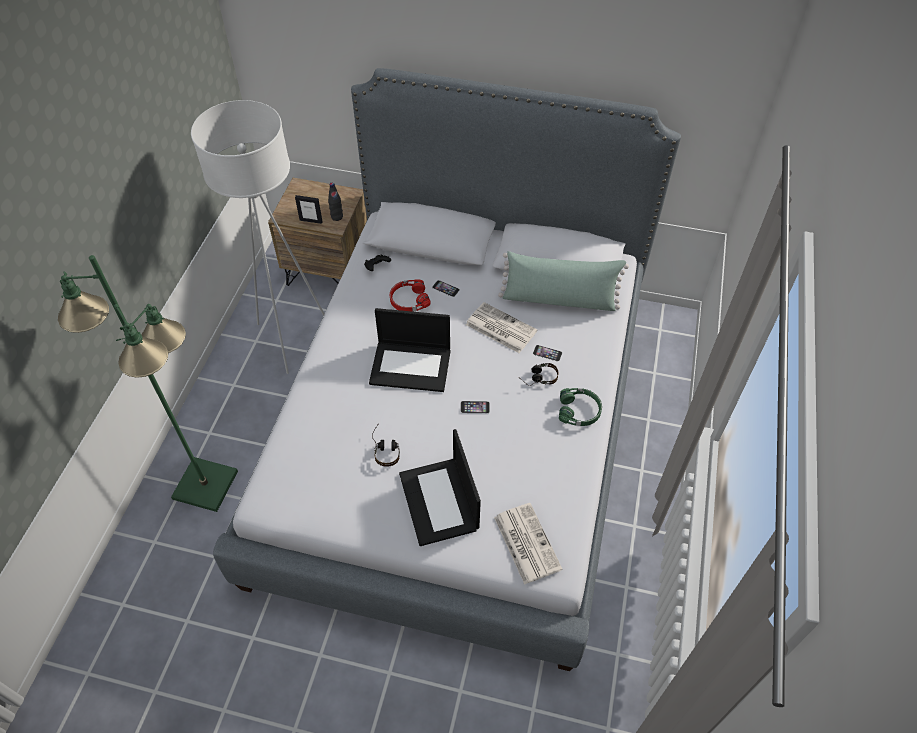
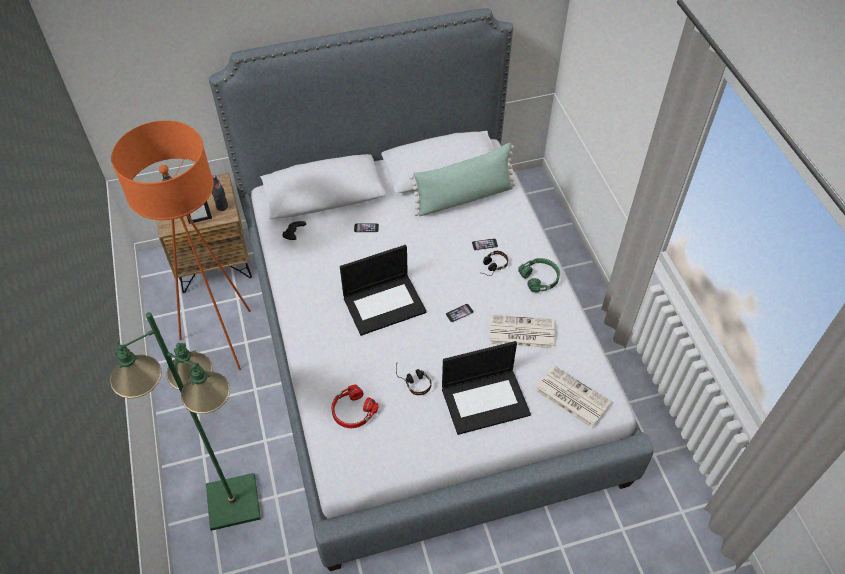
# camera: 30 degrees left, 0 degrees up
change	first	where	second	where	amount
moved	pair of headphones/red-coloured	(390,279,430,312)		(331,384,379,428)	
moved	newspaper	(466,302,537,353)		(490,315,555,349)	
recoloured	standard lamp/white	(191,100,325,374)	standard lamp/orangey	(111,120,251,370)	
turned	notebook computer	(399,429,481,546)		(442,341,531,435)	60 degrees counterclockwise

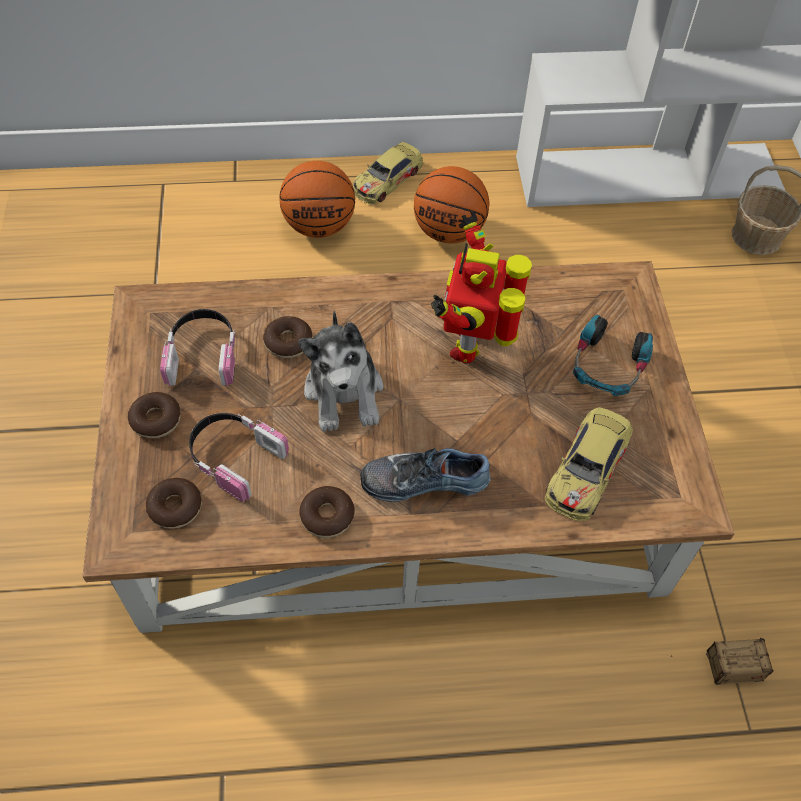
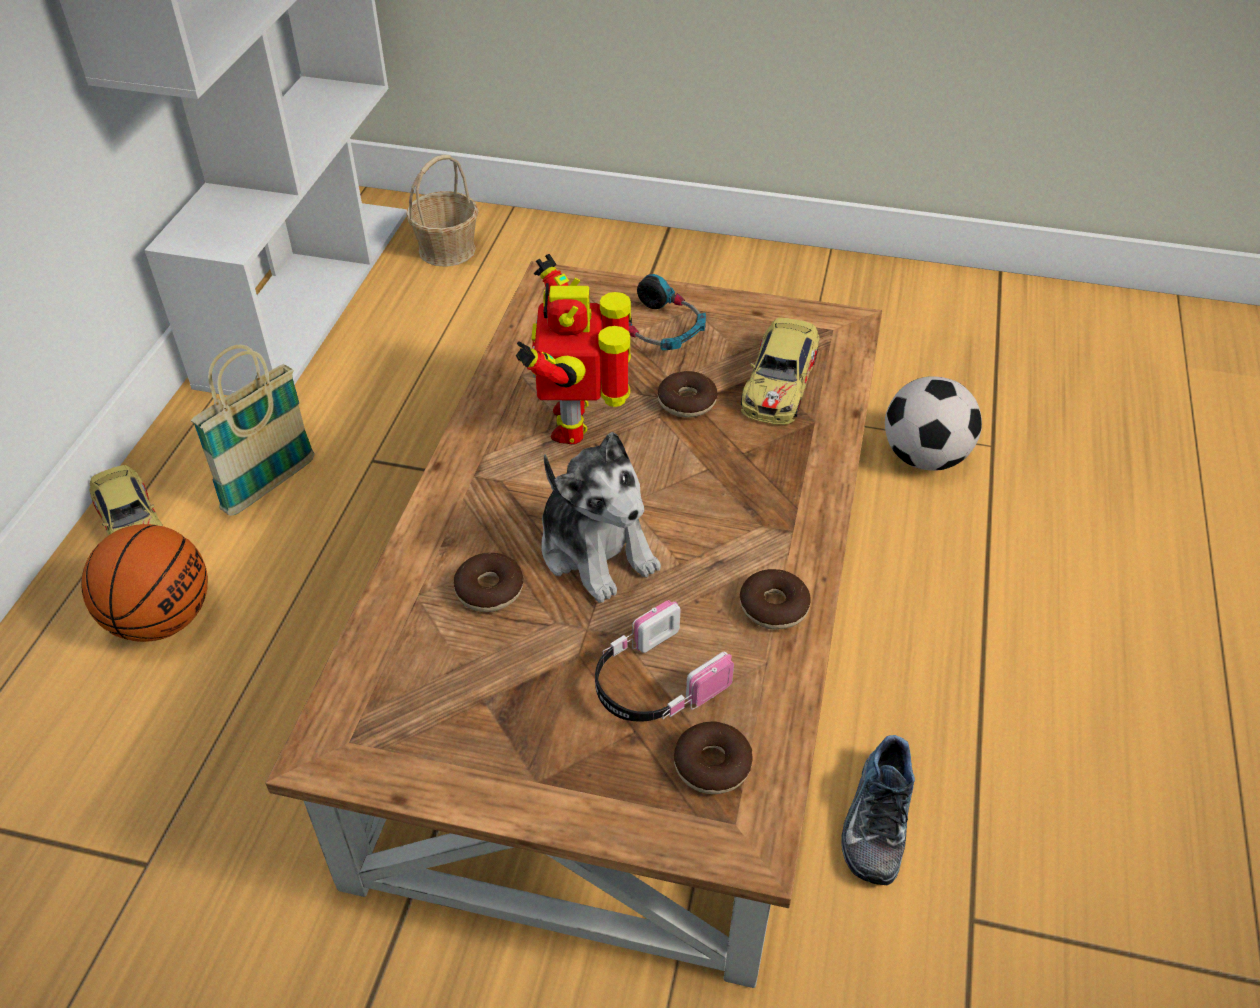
# camera: 70 degrees left, 10 degrees down
change	first	where	second	where	amount
removed	pair of headphones	(160,309,235,387)			
moved	ring doughnut	(128,392,181,438)		(658,371,718,418)	
moved	item of footwear	(360,448,490,502)		(841,735,915,885)	
replaced	ball for basketball	(414,166,489,243)	household basket	(191,345,315,516)	
replaced	storage container	(670,638,773,685)	ball for football	(885,376,982,471)	
turned	cuddly toy	(298,311,383,432)		(541,432,661,603)	45 degrees clockwise
turned	model robot	(431,211,532,363)		(516,254,631,444)	60 degrees clockwise
turned	miniature car	(545,407,633,521)		(741,318,819,425)	60 degrees clockwise

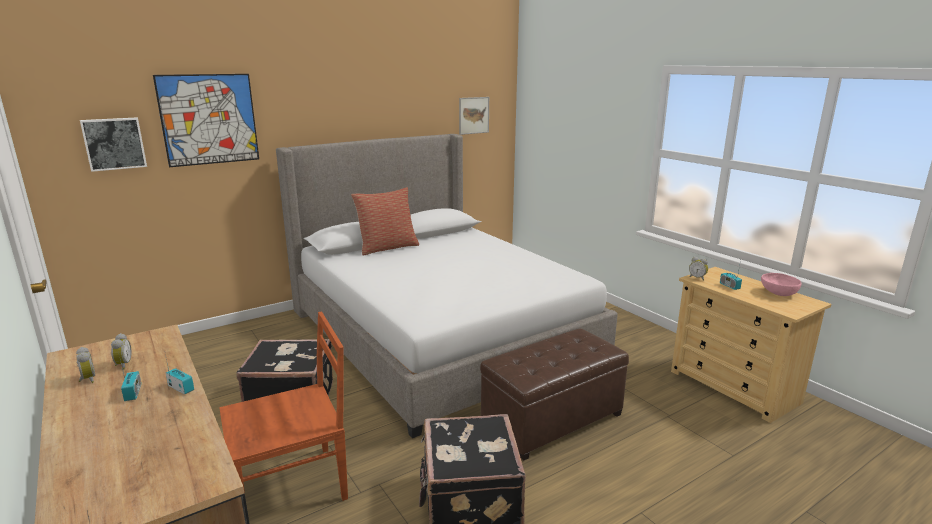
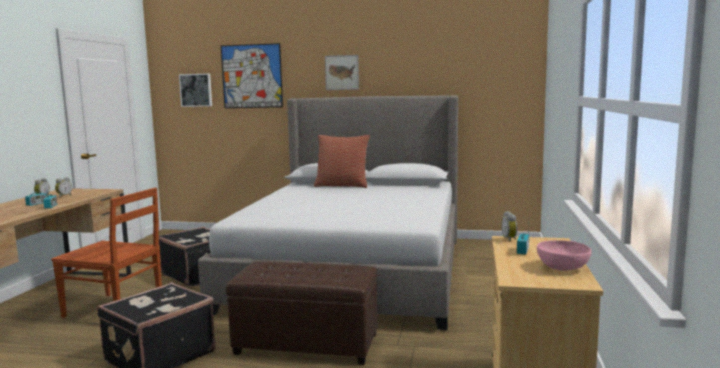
# camera: 45 degrees right, 10 degrees down
change	first	where	second	where	amount
moved	wall picture	(459,97,489,135)		(325,55,359,90)	

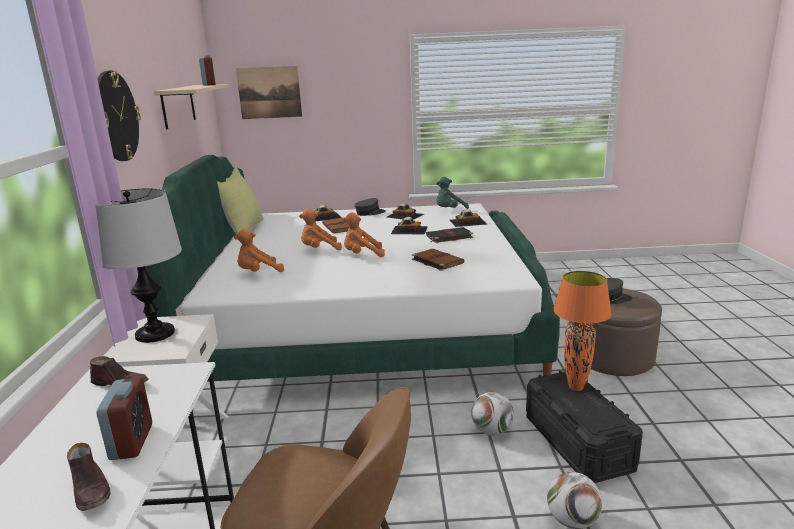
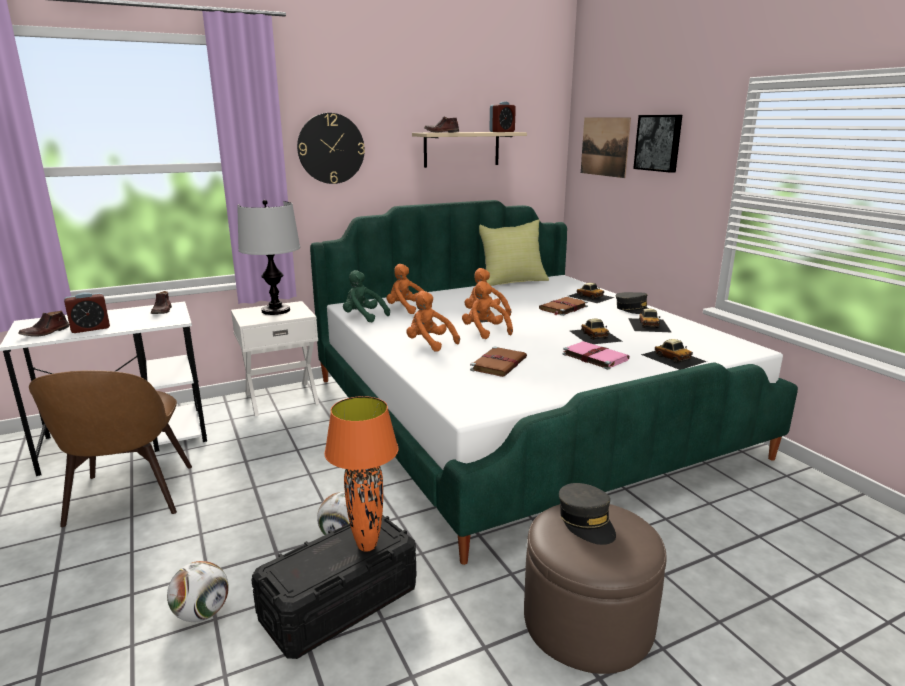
# camera: 65 degrees right, 0 degrees up
change	first	where	second	where	amount
added			cuddly toy/orangey	(406,291,460,352)	
added			item of footwear/brown	(424,116,459,133)	
added			wall picture	(633,115,682,173)	
moved	cuddly toy/green	(437,177,469,209)		(343,270,390,322)	
recoloured	book/blackish	(426,227,473,243)	book/pink-coloured	(563,341,630,370)	

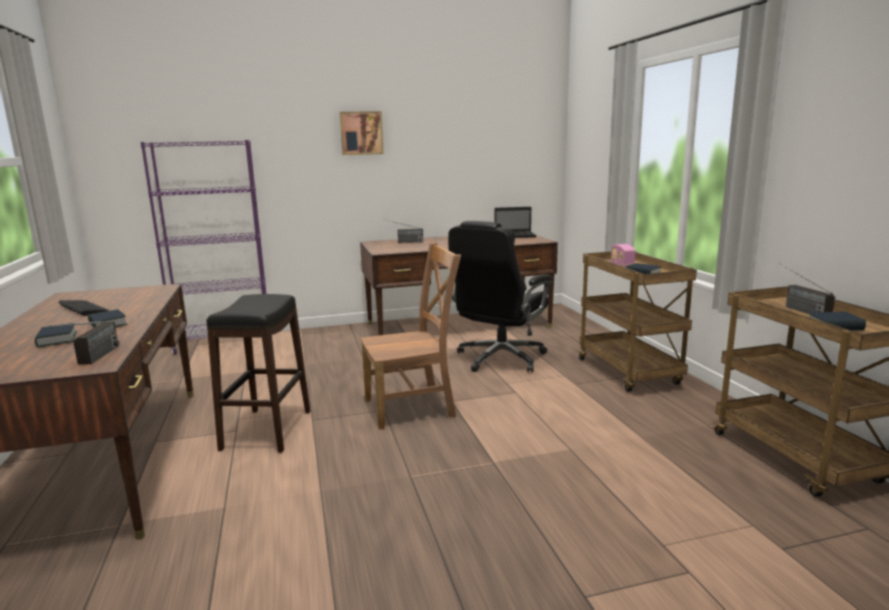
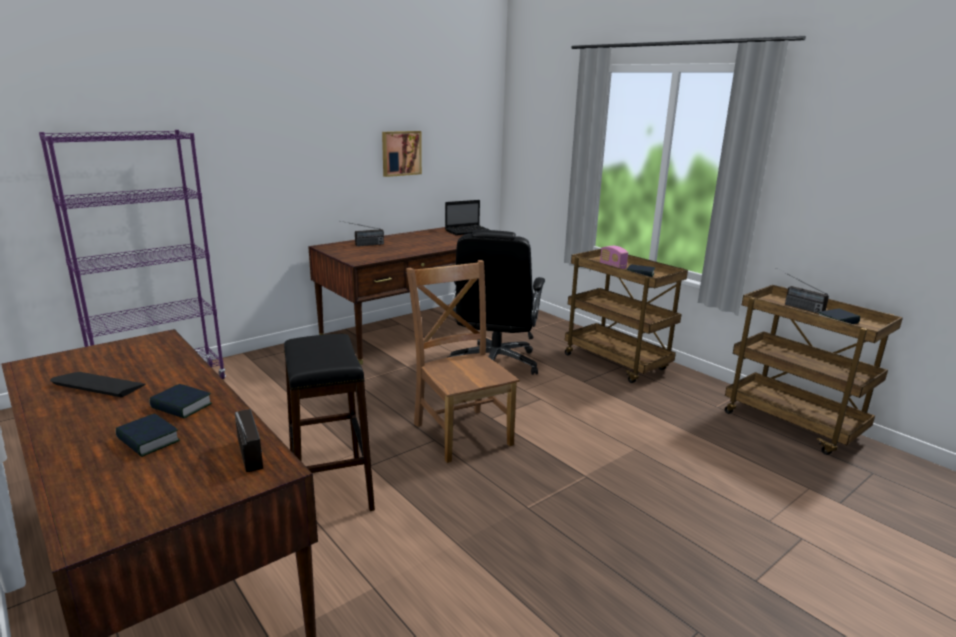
# camera: 25 degrees left, 5 degrees up
change	first	where	second	where	amount
moved	wall picture	(340,111,384,155)		(382,131,422,177)	
turned	upright chair/brown	(361,243,461,430)		(406,260,519,463)	75 degrees counterclockwise

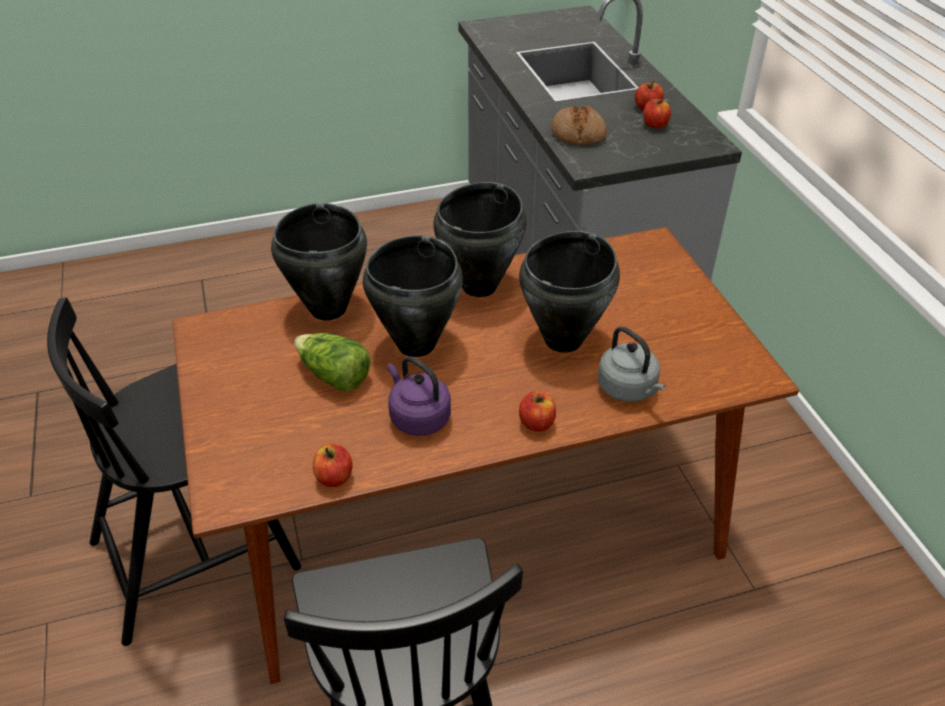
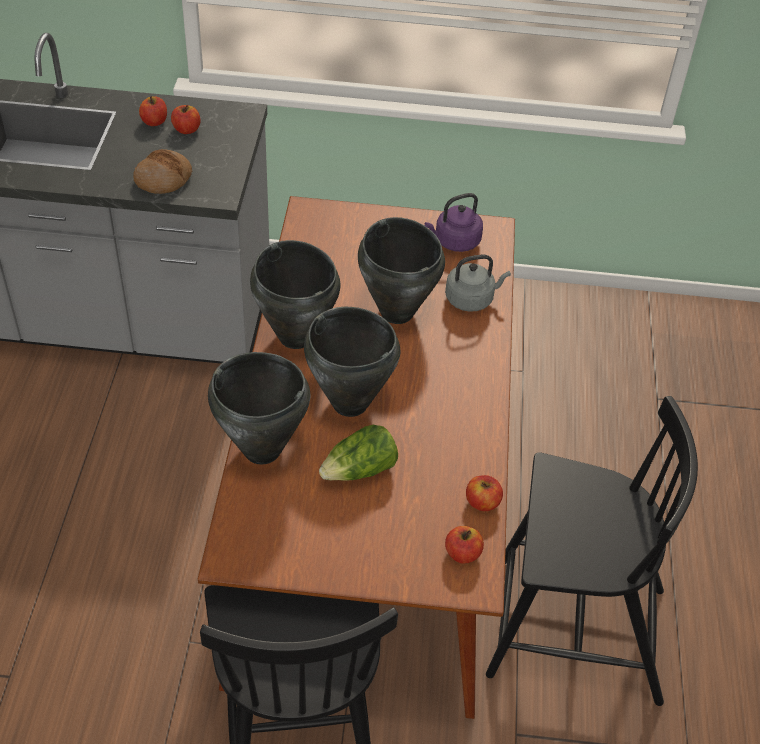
# camera: 70 degrees left, 5 degrees up
change	first	where	second	where	amount
moved	water kettle/purple-coloured	(387,356,451,436)		(425,193,483,252)	
moved	apple	(519,391,556,432)		(445,526,484,564)	

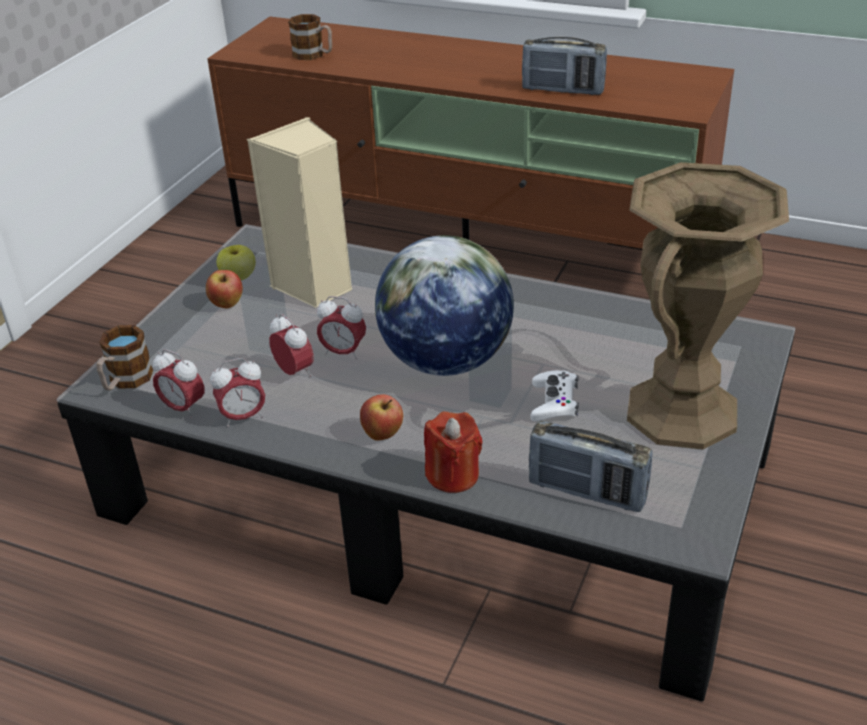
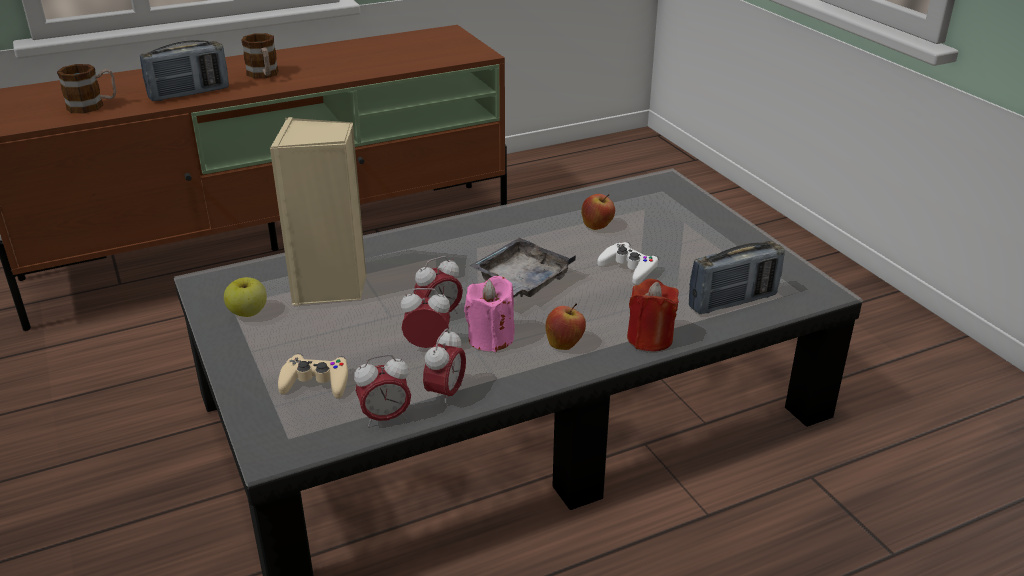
# camera: 50 degrees left, 5 degrees down
change	first	where	second	where	amount
removed	vase/brown	(627,162,789,450)			
added			gamepad/beige	(278,354,348,398)	
added			candle/pink-coloured	(464,276,515,352)	
moved	mug	(96,325,153,391)		(241,33,279,79)	
moved	apple	(206,270,243,308)		(581,194,615,230)	
moved	radio set	(522,37,607,95)		(140,40,229,101)	
replaced	world globe	(375,235,514,376)	serving tray/gray	(470,238,576,297)	

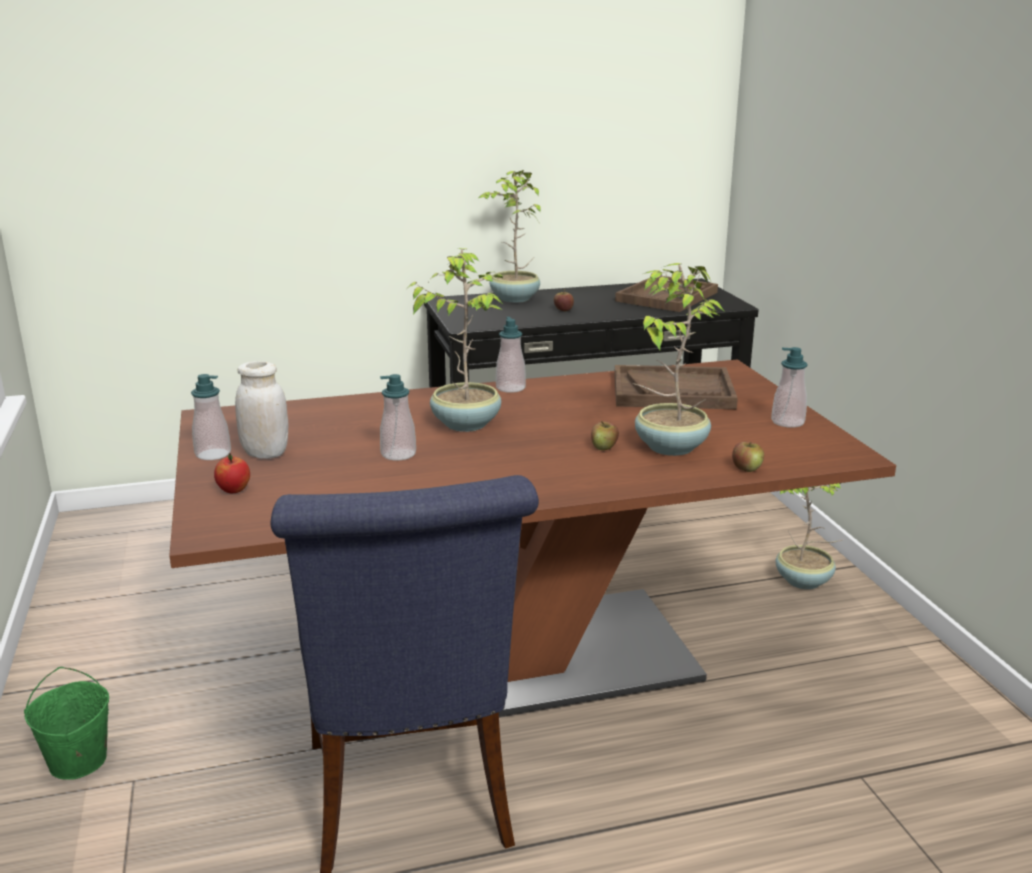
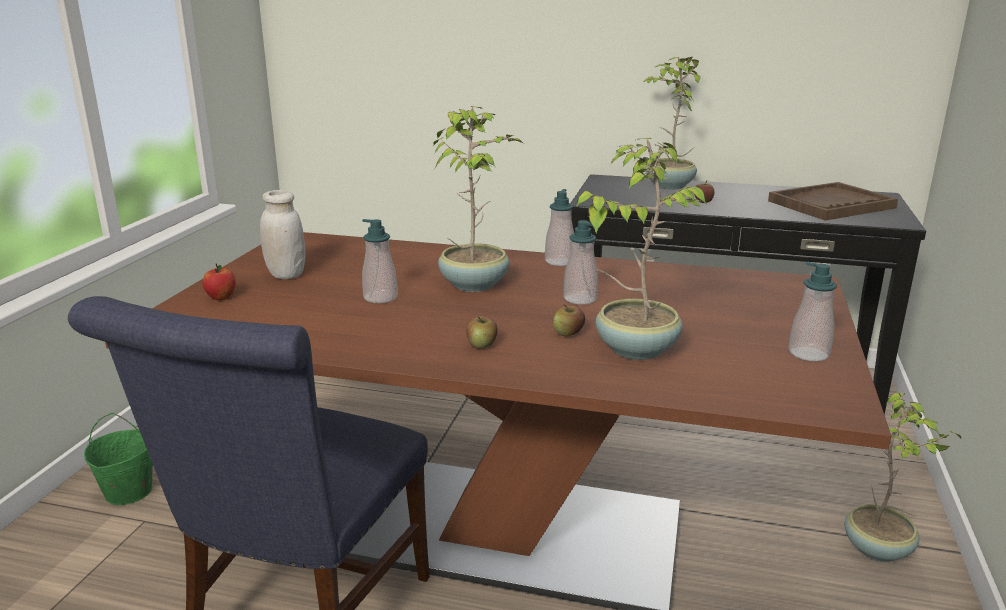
# camera: 30 degrees right, 0 degrees up
change	first	where	second	where	amount
removed	serving tray/brown	(614,365,738,409)			
moved	soap bottle	(191,374,231,460)		(563,220,598,305)	
moved	apple	(732,442,764,472)		(466,316,498,349)	

